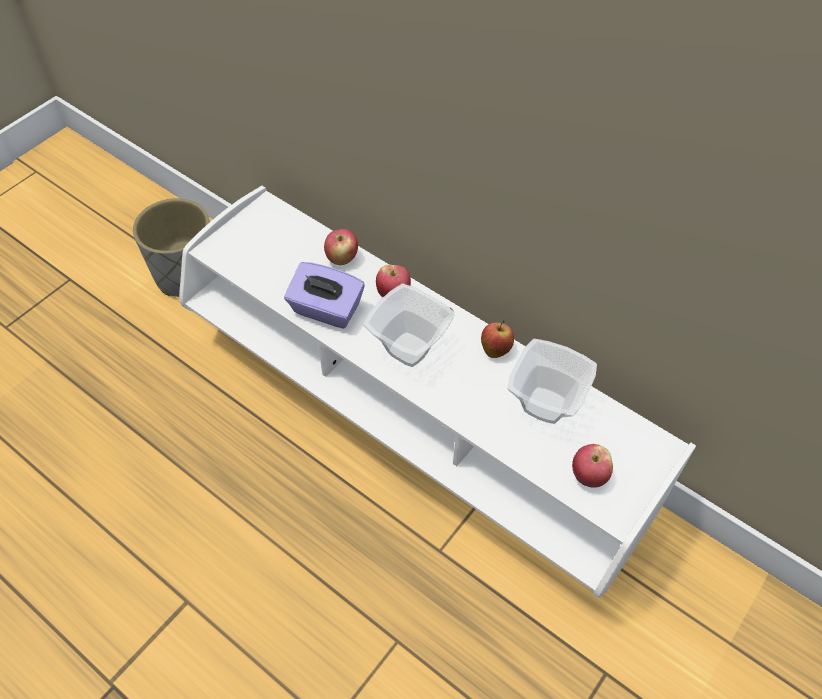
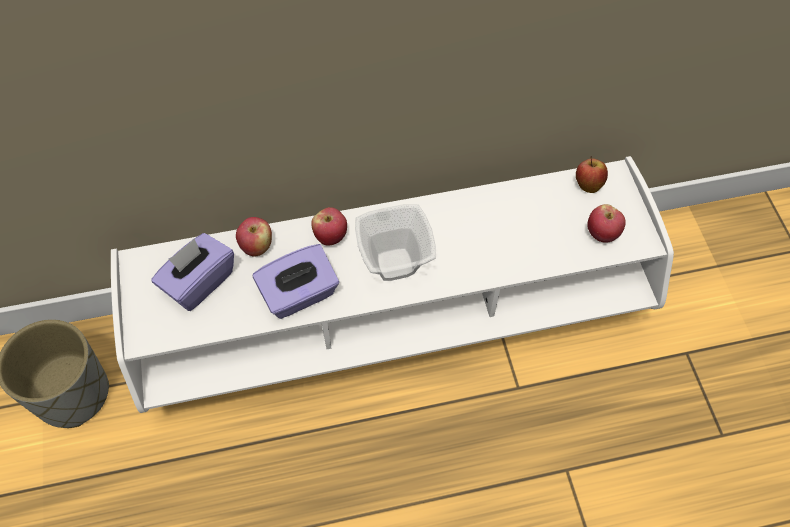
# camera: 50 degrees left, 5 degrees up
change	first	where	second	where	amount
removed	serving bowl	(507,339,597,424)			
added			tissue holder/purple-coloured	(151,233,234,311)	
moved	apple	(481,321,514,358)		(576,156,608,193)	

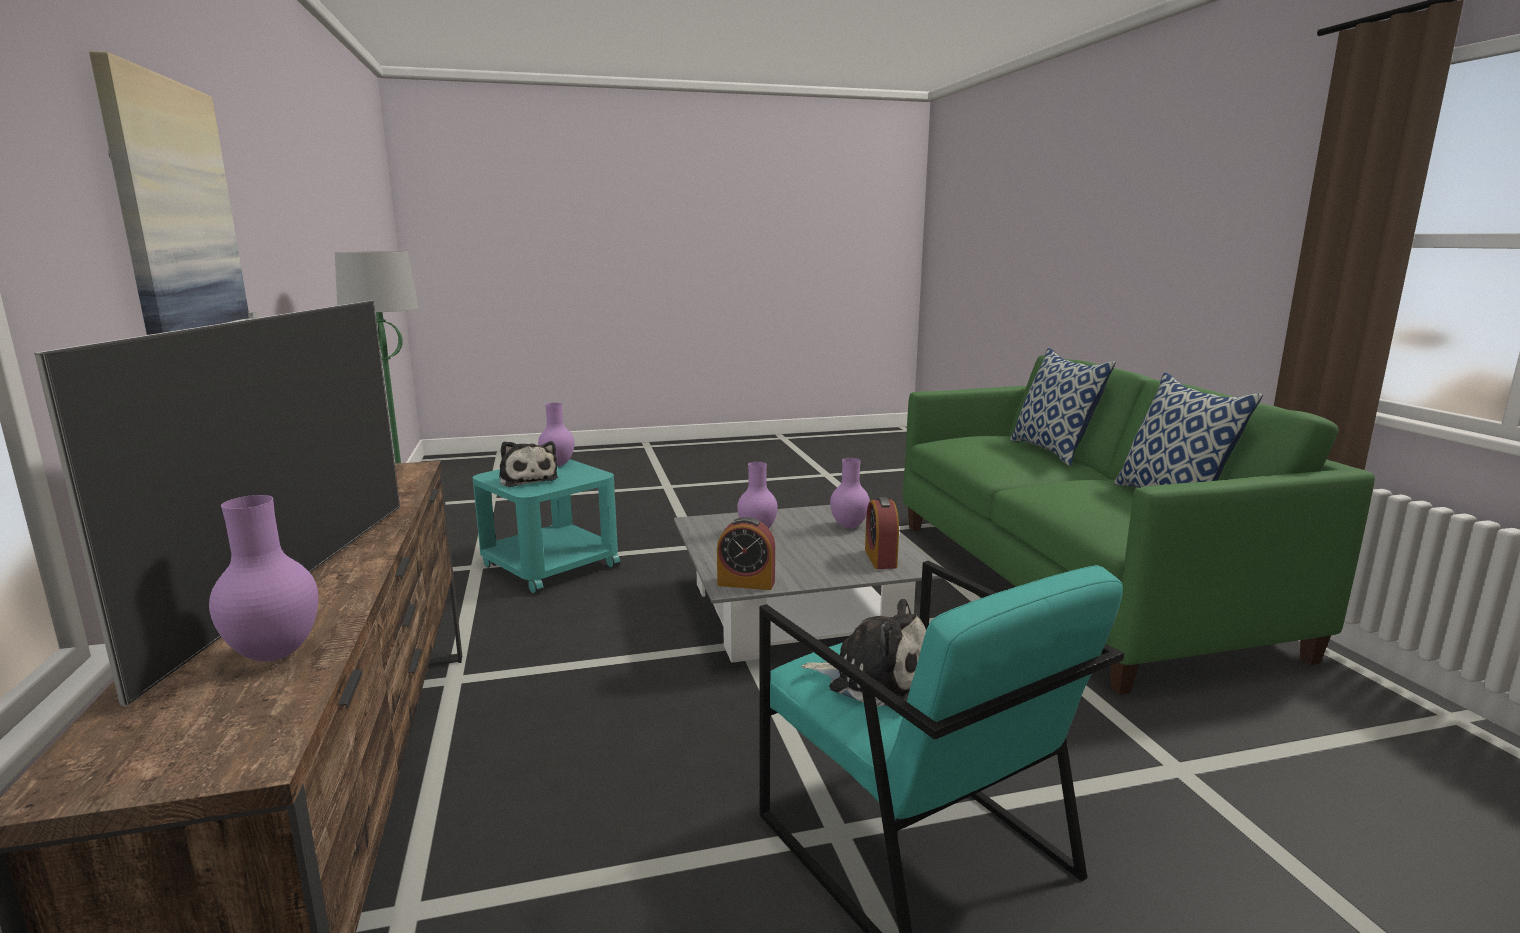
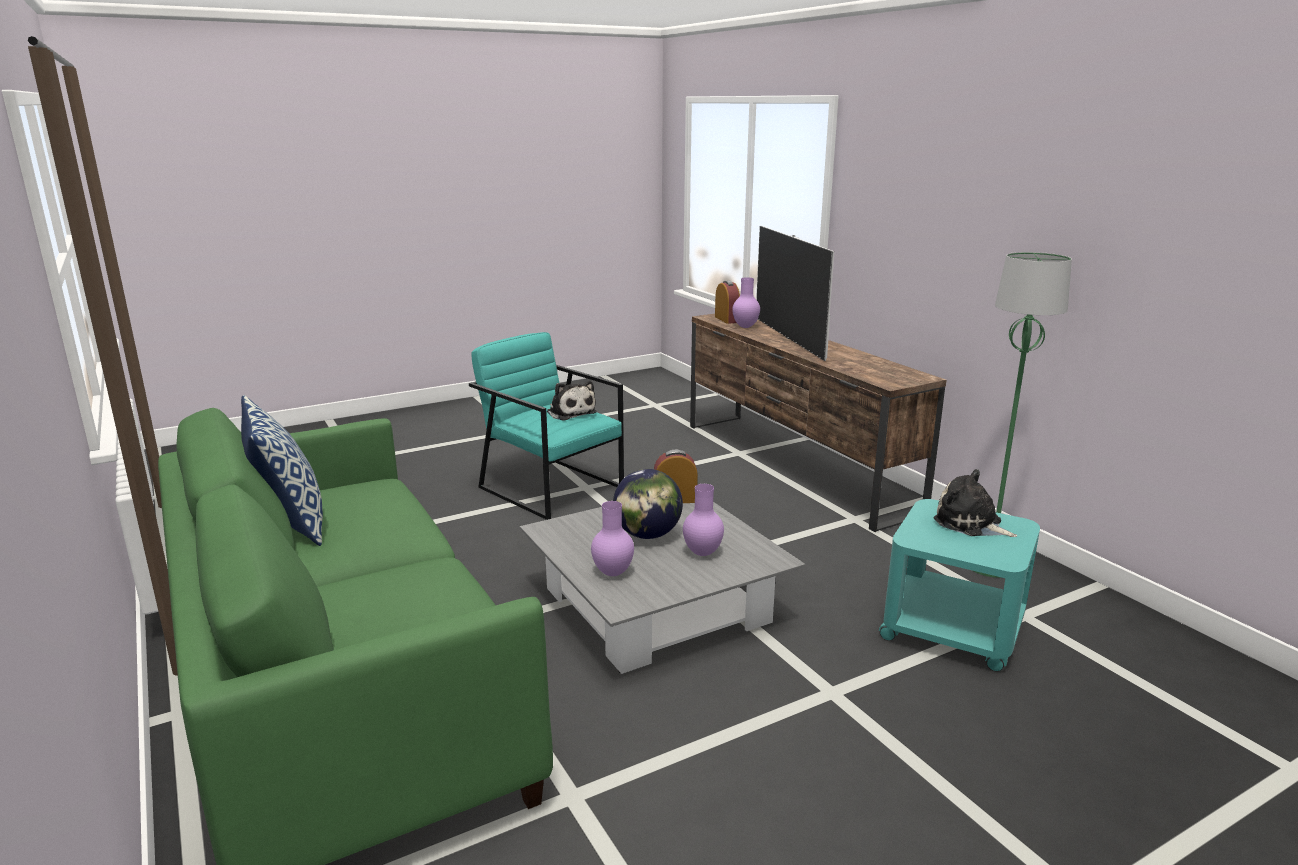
# camera: 165 degrees right, 5 degrees up
change	first	where	second	where	amount
removed	wall picture	(89,51,249,335)			
removed	vase/purple-coloured	(538,403,575,466)			
removed	cushion	(1010,348,1116,466)			
added			world globe	(613,469,683,539)	
moved	table clock	(865,497,899,569)		(715,280,740,324)	
turned	cuddly toy	(802,599,926,707)		(547,381,597,421)	135 degrees counterclockwise

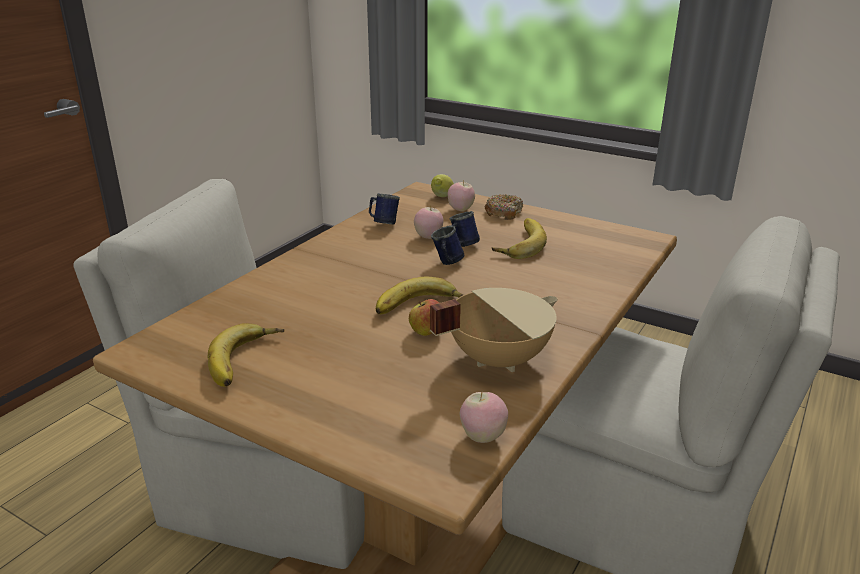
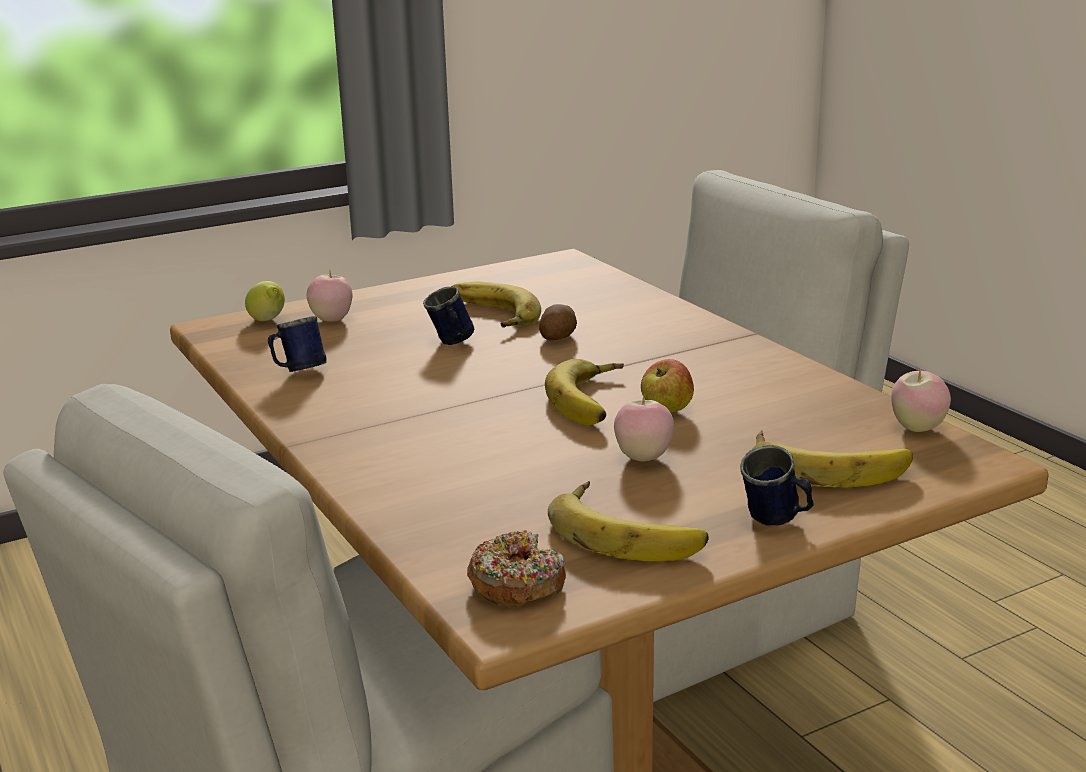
# camera: 60 degrees left, 5 degrees down
change	first	where	second	where	amount
removed	stockpot/beige	(430,288,558,372)			
added			potato	(539,304,577,340)	
added			whole banana	(751,430,913,488)	
moved	apple	(414,205,444,239)		(614,394,674,461)	
moved	mug/blue	(431,226,465,265)		(740,445,814,526)	
moved	ring doughnut	(485,194,523,220)		(467,530,566,607)	

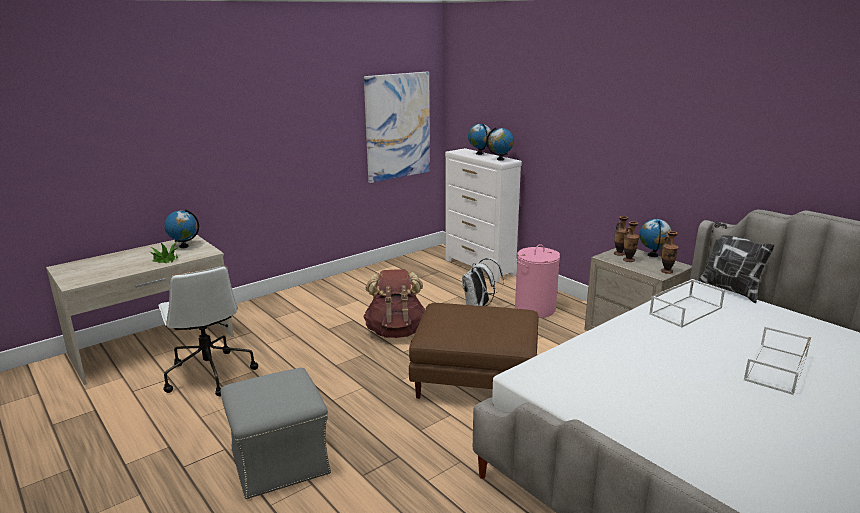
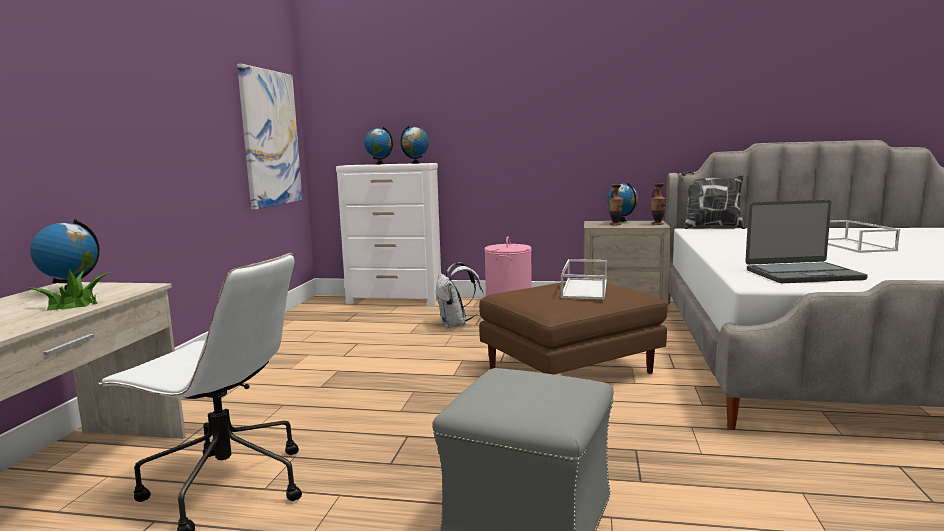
# camera: 40 degrees left, 10 degrees down
change	first	where	second	where	amount
removed	backpack/brown	(363,269,425,338)			
removed	vase	(614,216,629,256)			
added			notebook computer	(745,200,868,283)	
moved	serving tray/white	(649,279,725,328)		(561,259,607,299)	

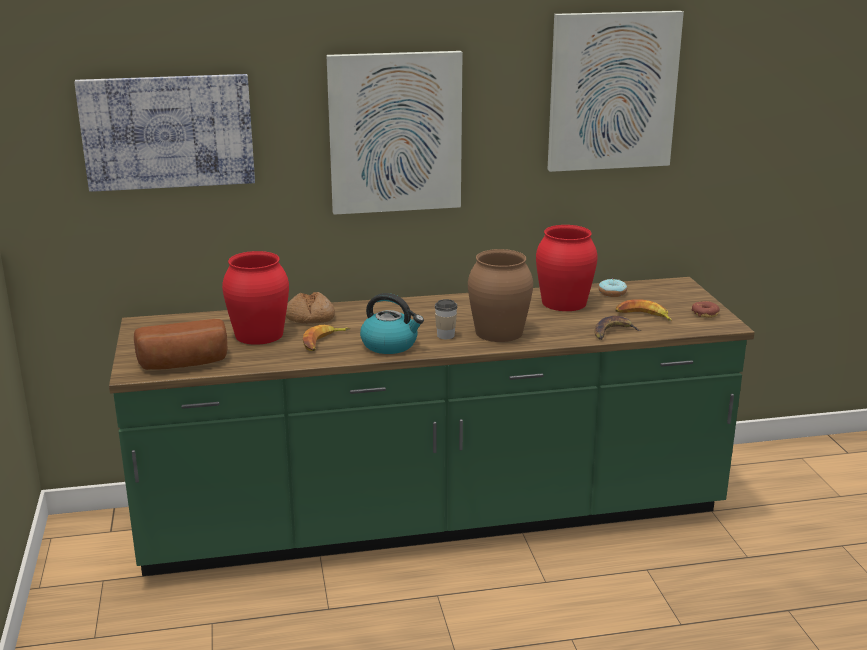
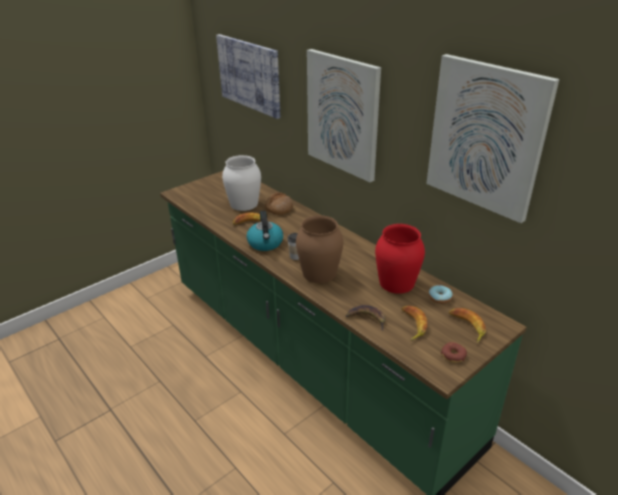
# camera: 60 degrees right, 10 degrees up
change	first	where	second	where	amount
removed	bread	(134,319,227,370)			
added			whole banana	(449,308,486,343)	
recoloured	vase/red-coloured	(222,251,289,345)	vase/white	(222,155,261,211)	

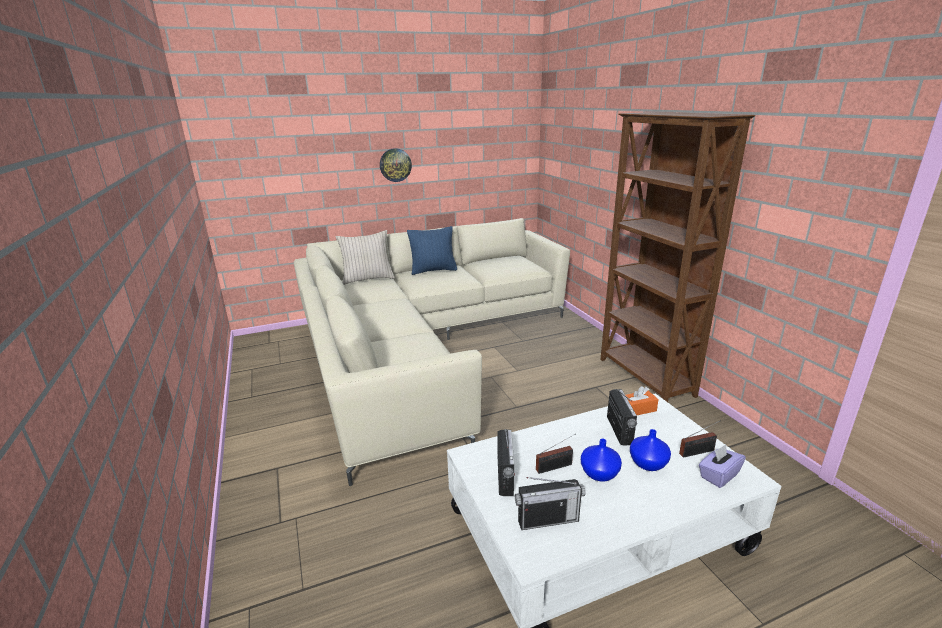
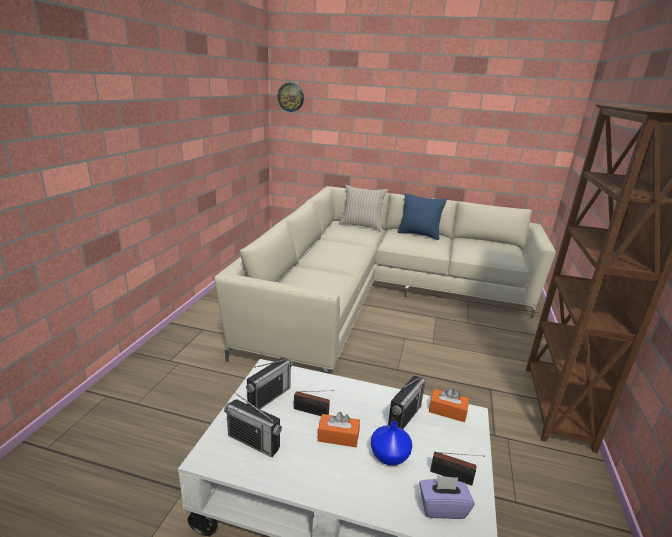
# camera: 35 degrees right, 0 degrees up
change	first	where	second	where	amount
moved	hanging clock	(380,148,412,182)		(277,82,304,112)	
replaced	vase/blue	(581,439,622,482)	tissue holder/orangey	(318,412,360,447)	

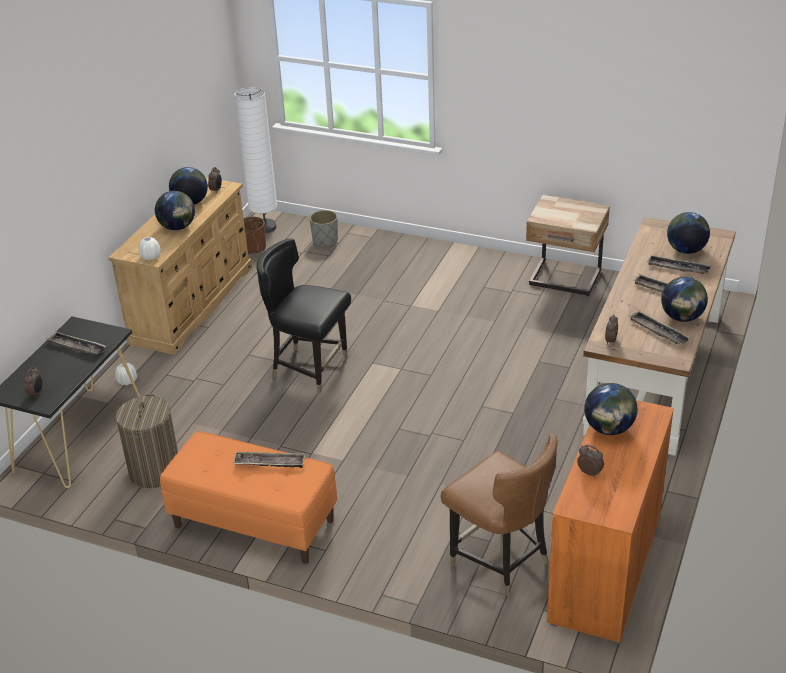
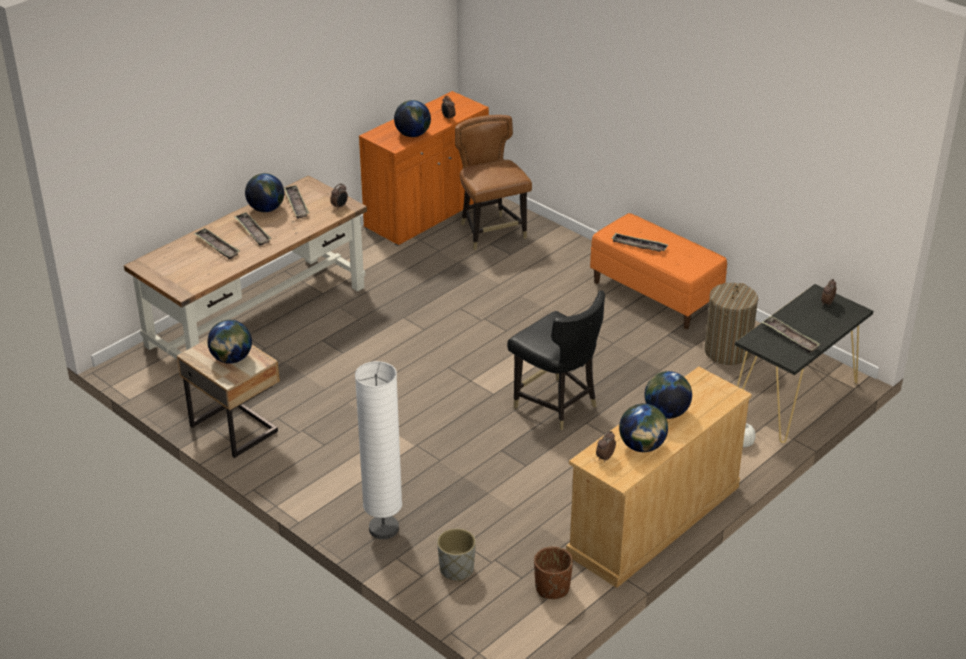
# camera: 160 degrees left, 0 degrees up
change	first	where	second	where	amount
removed	vase/white	(139,237,161,260)			
moved	standard lamp/white	(234,87,277,233)		(355,361,402,539)	
moved	world globe	(667,212,710,254)		(207,320,252,364)	

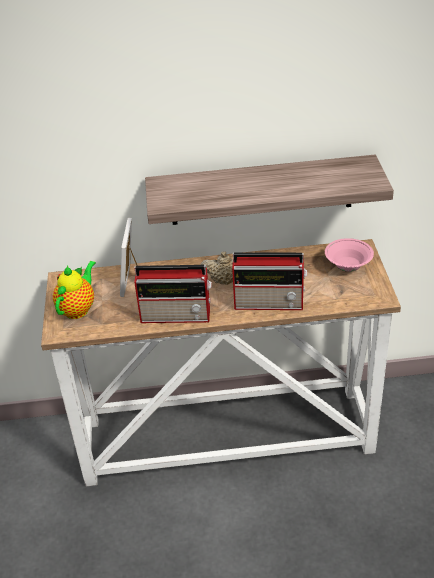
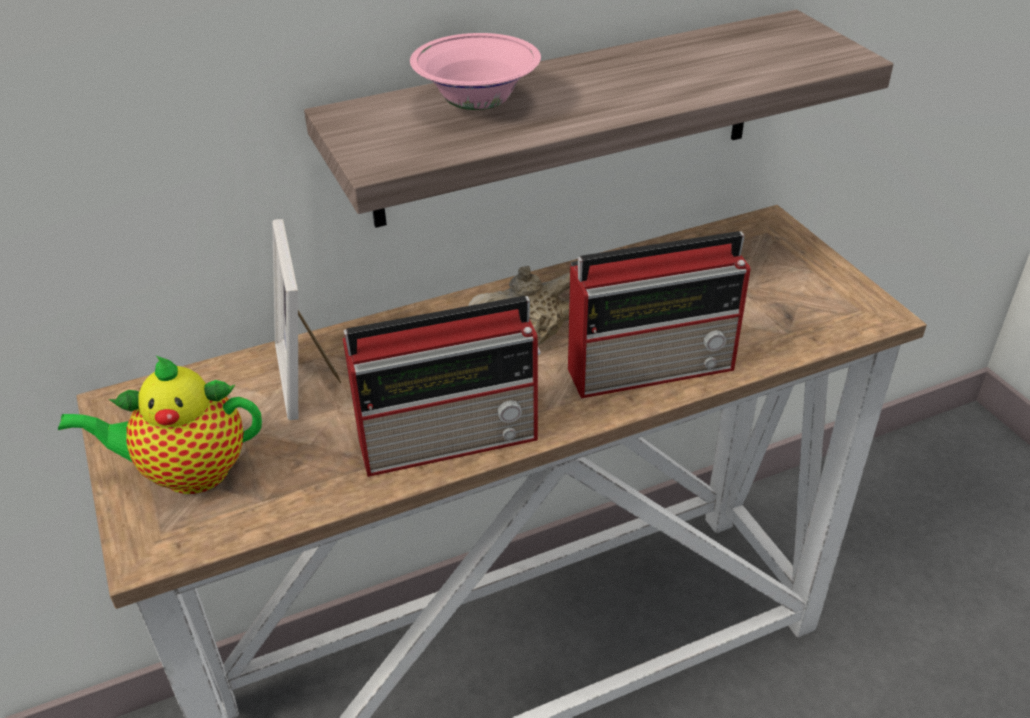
# camera: 20 degrees left, 0 degrees up
change	first	where	second	where	amount
moved	serving bowl/pink-coloured	(325,238,374,272)		(410,33,541,110)	
turned	teapot	(53,261,96,319)		(58,356,262,494)	105 degrees counterclockwise

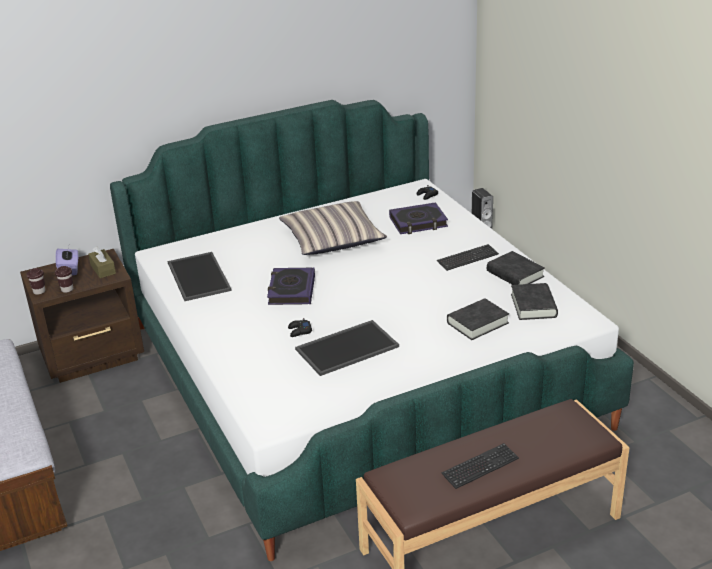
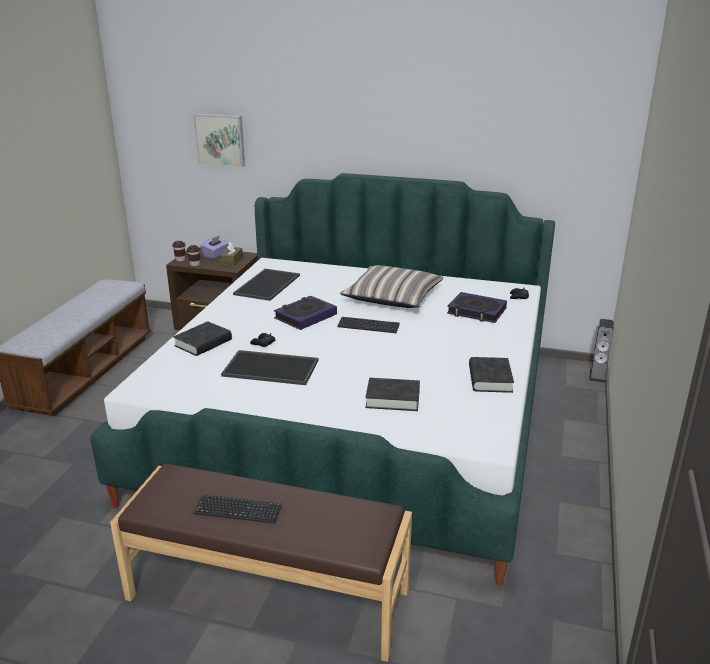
# camera: 40 degrees right, 5 degrees down
change	first	where	second	where	amount
added			wall picture	(193,114,245,167)	
moved	PC keyboard	(437,244,499,271)		(337,317,400,333)	
moved	book/blackish	(511,283,558,320)		(173,321,232,356)	

